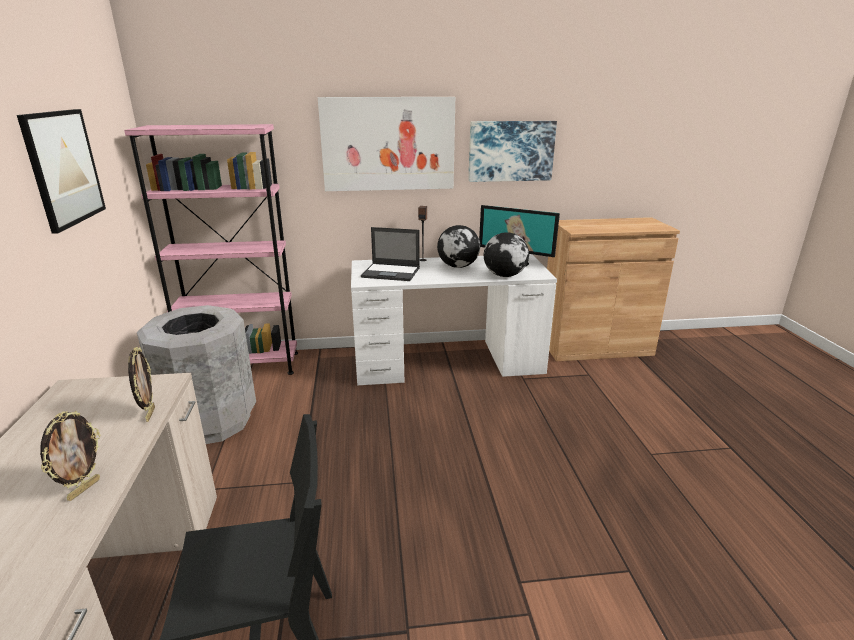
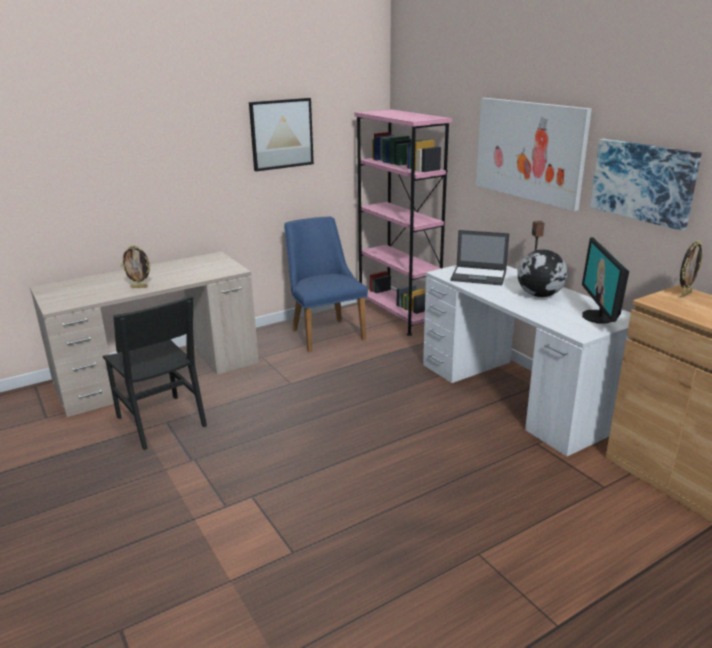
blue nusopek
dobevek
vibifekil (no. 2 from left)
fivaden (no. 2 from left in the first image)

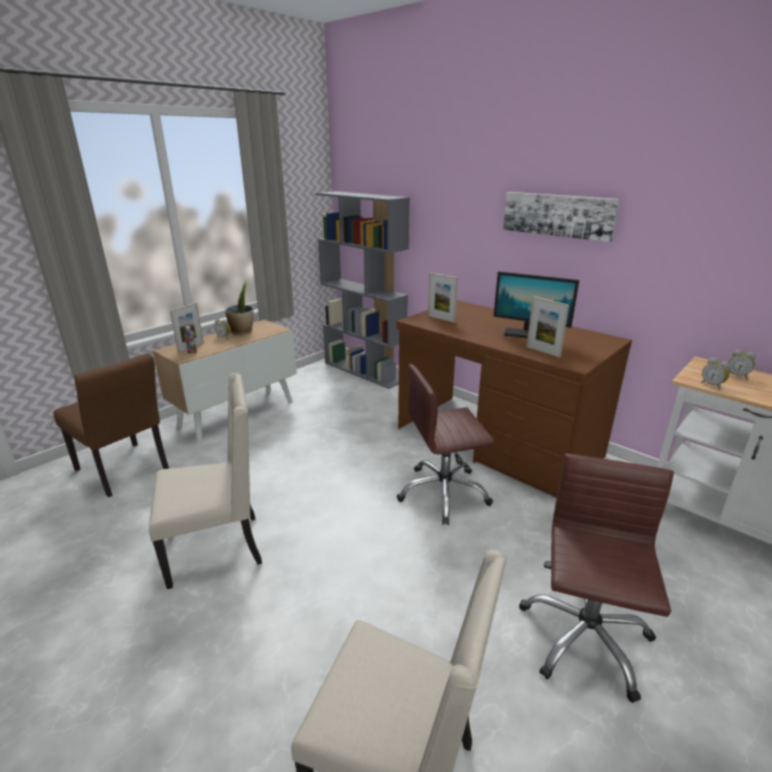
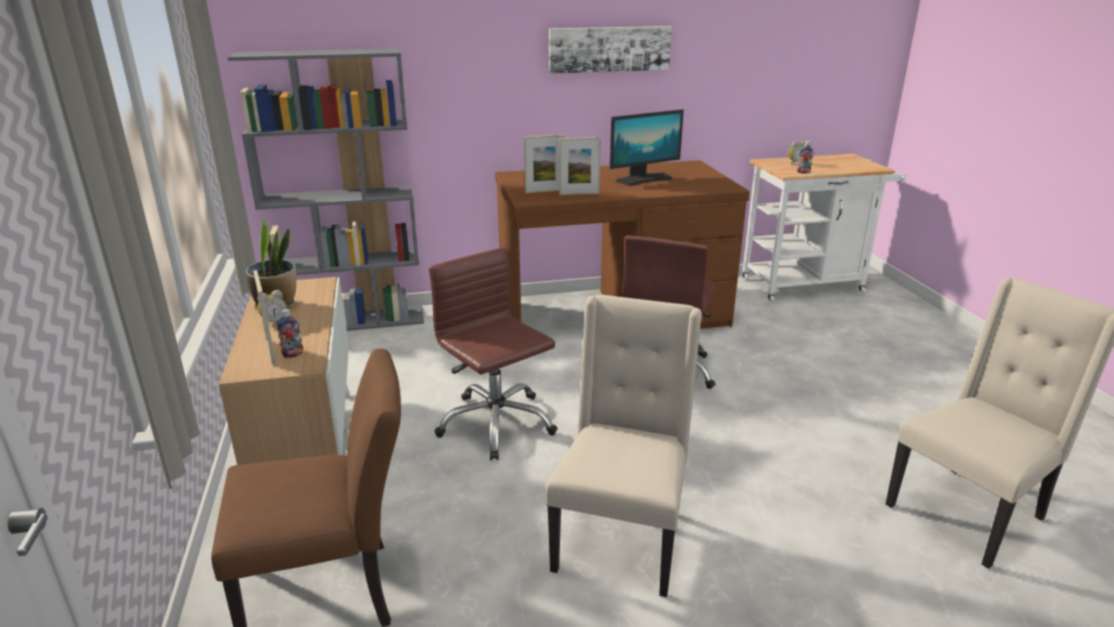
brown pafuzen (no. 1 from left)
vibifekil (no. 3 from left)
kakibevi (no. 2 from left)

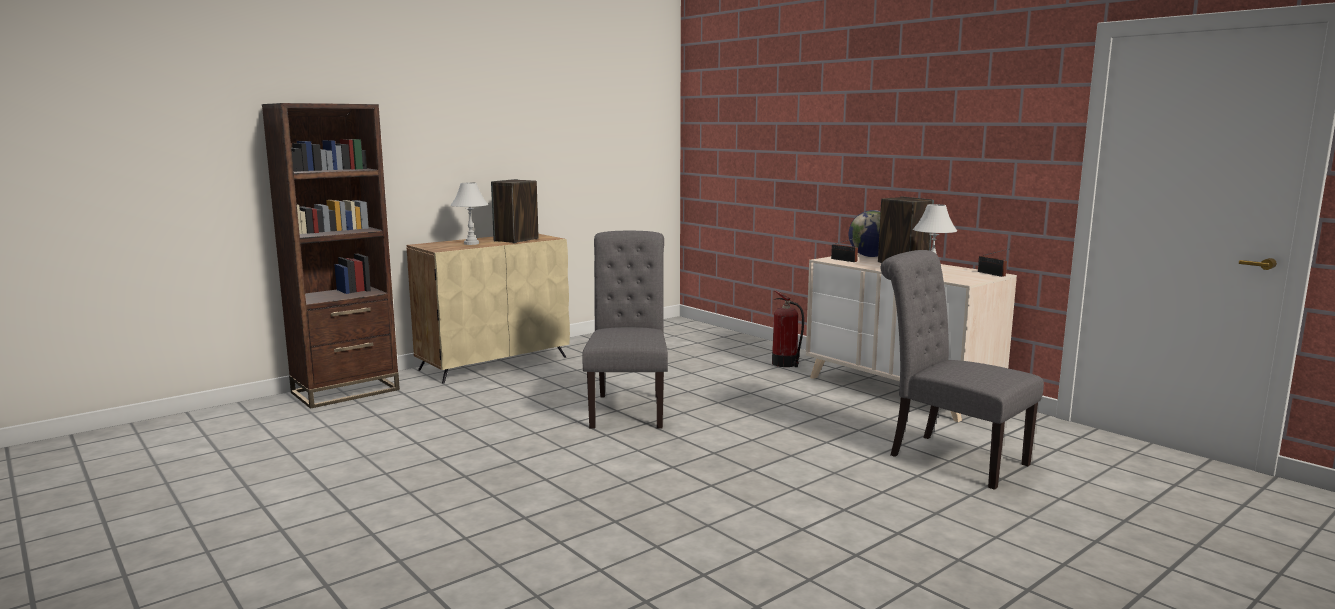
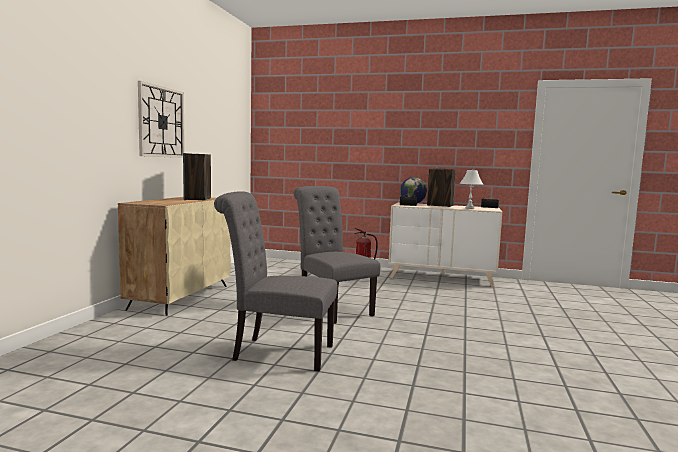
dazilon
grey nusopek (no. 1 from left)
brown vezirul
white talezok (no. 1 from left in the first image)

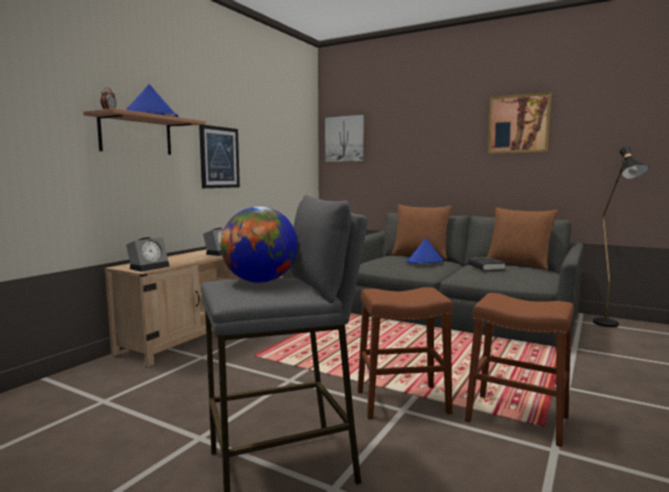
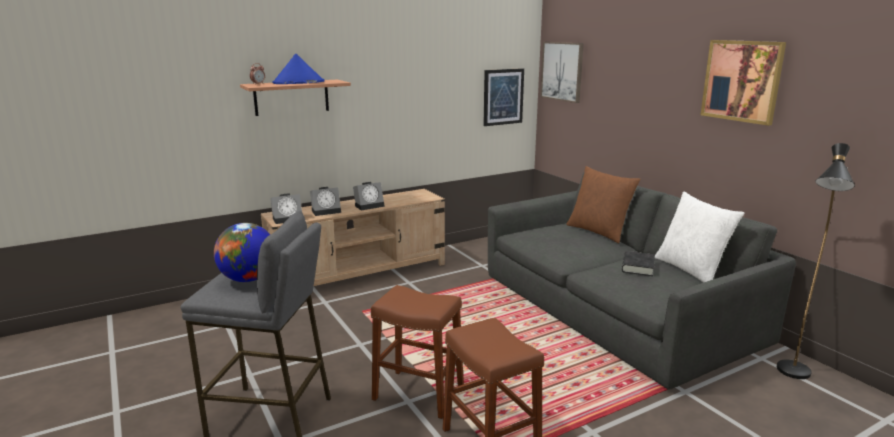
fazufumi (no. 3 from left)
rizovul (no. 1 from left)
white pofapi
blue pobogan (no. 2 from left in the first image)

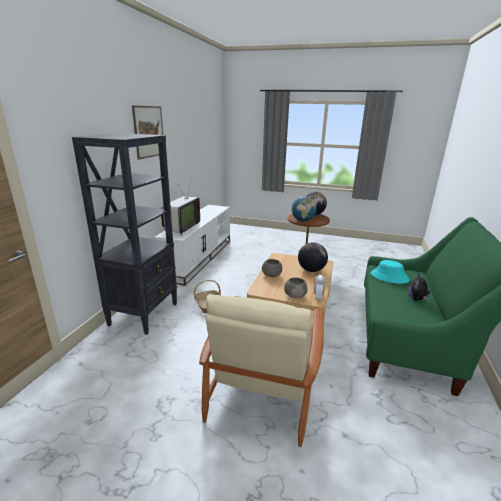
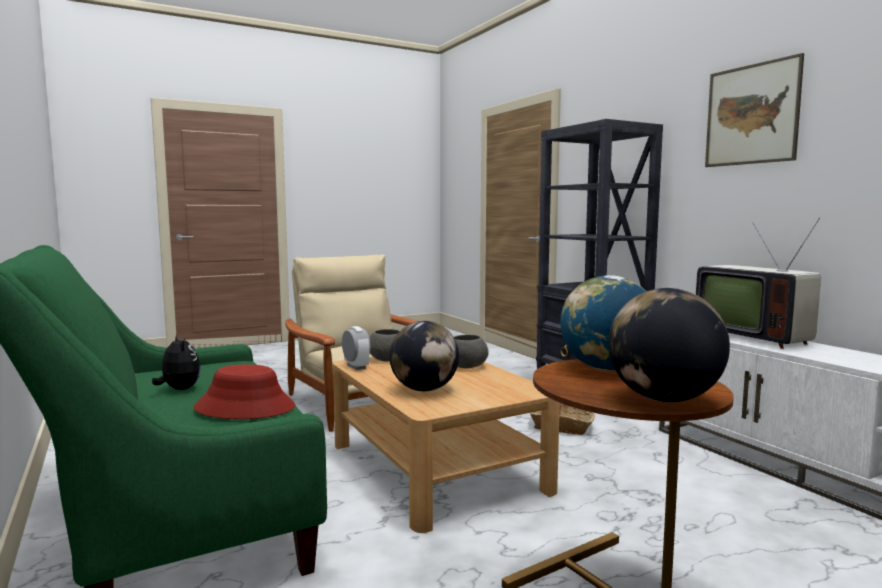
red pobogan

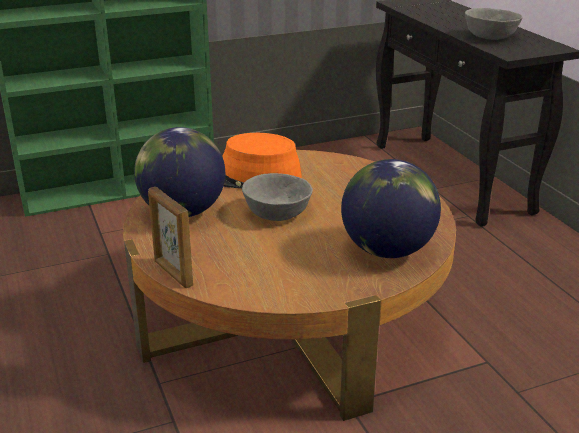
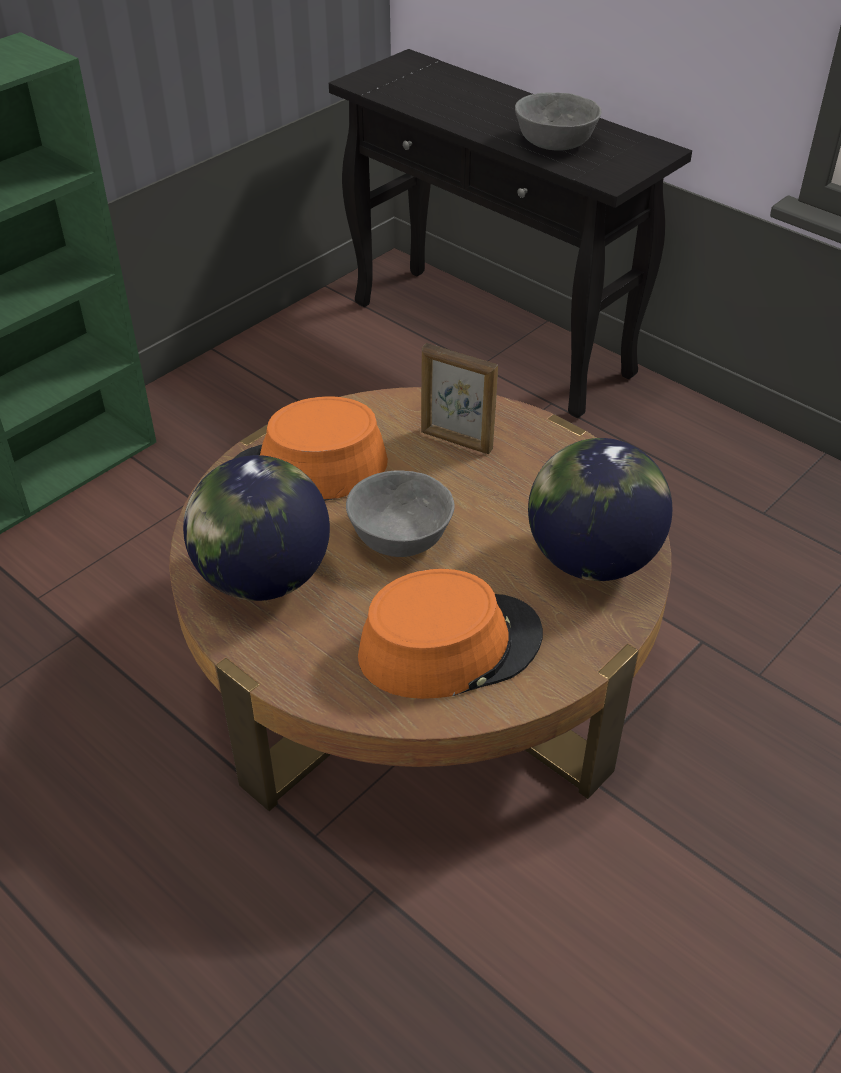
orange pobogan (no. 2 from left)
vibifekil

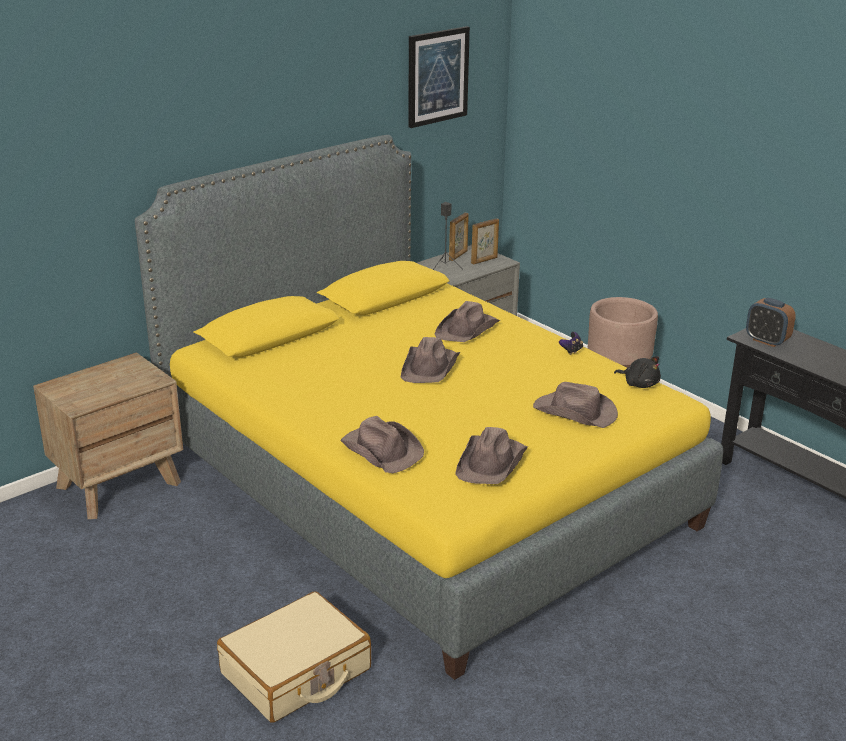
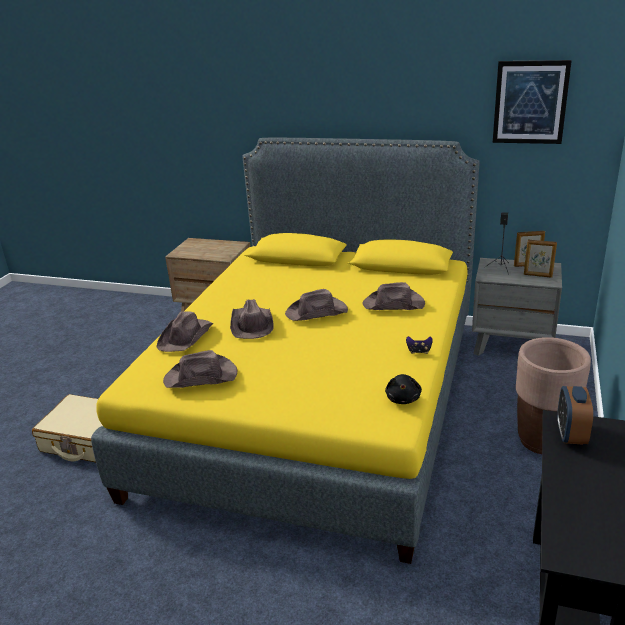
brown pobogan (no. 3 from left)

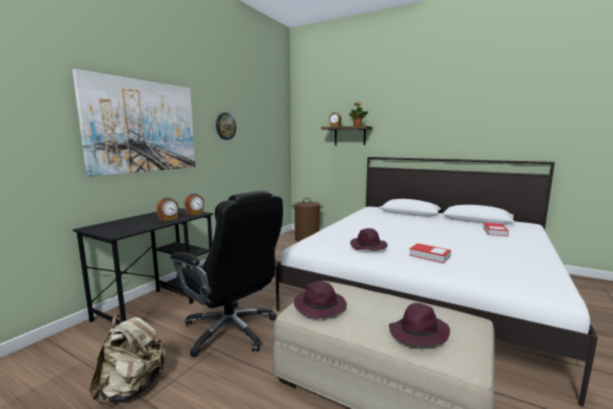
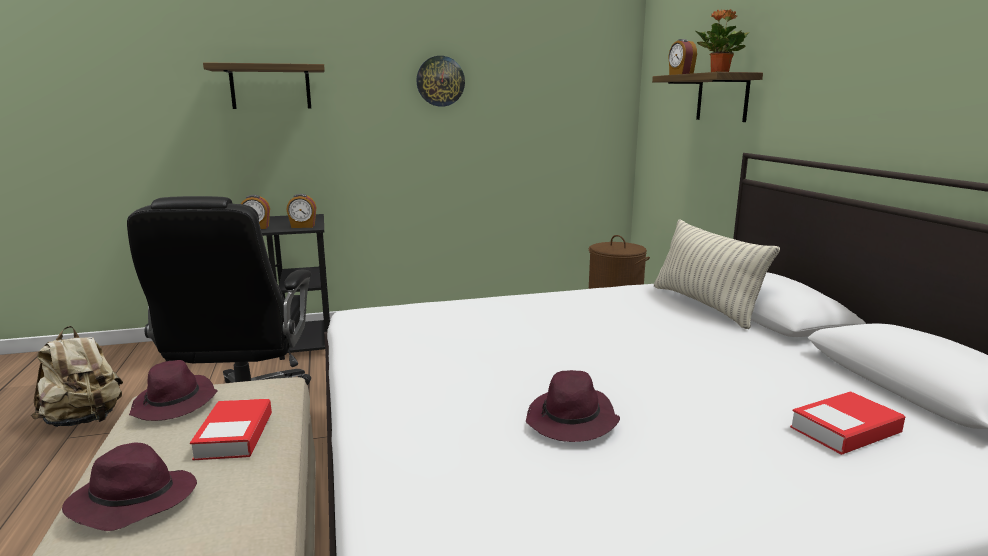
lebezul (no. 1 from left)
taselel (no. 1 from left)
purple pobogan (no. 3 from left)
pofapi

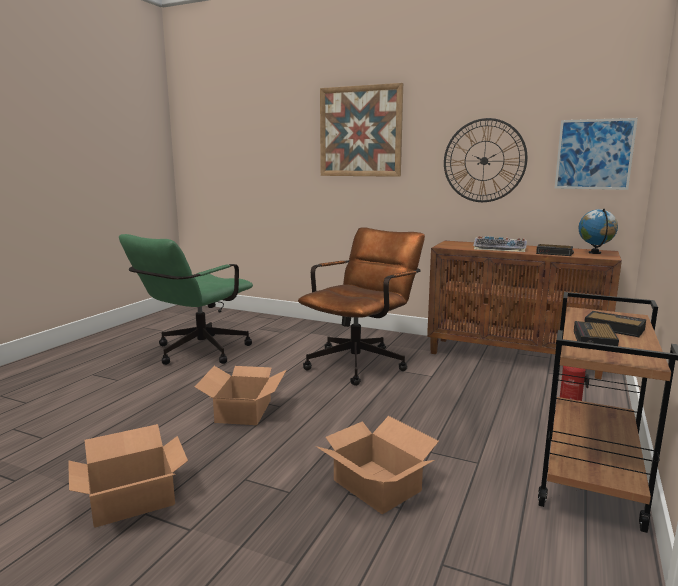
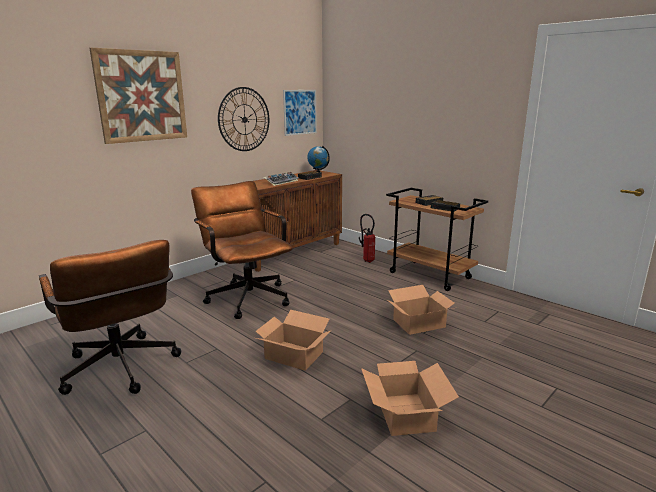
brown pafuzen (no. 1 from left)

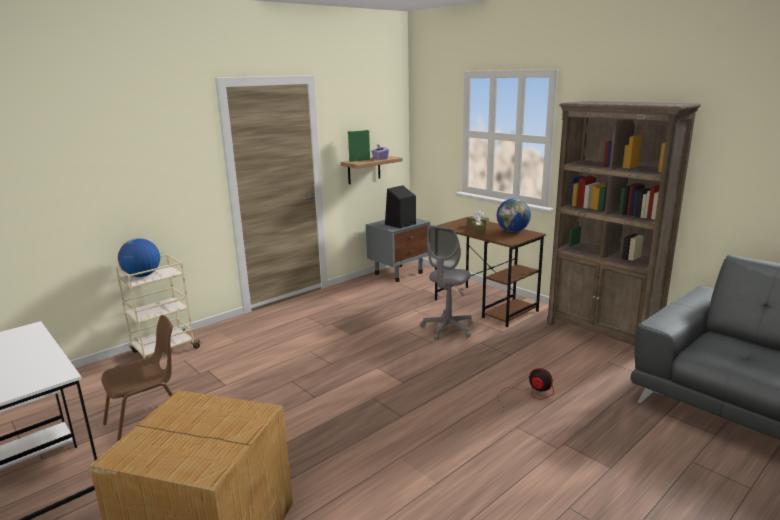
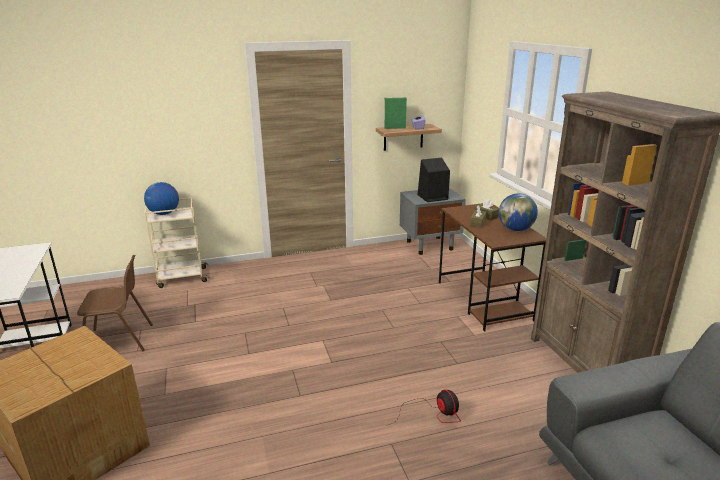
grey pafuzen

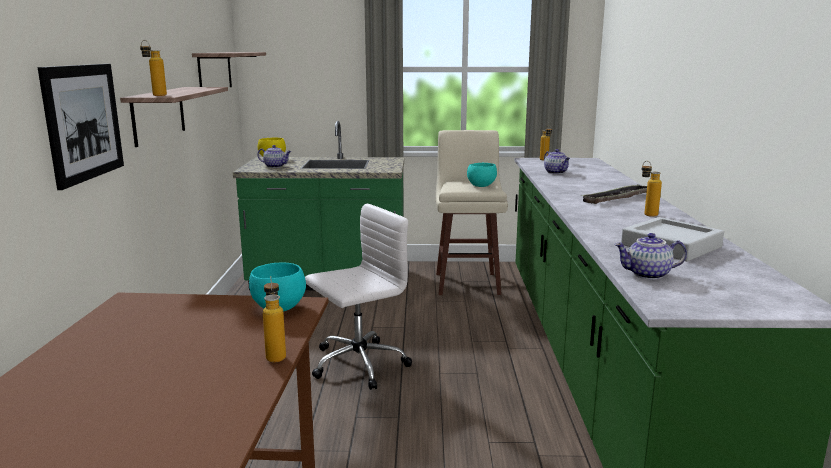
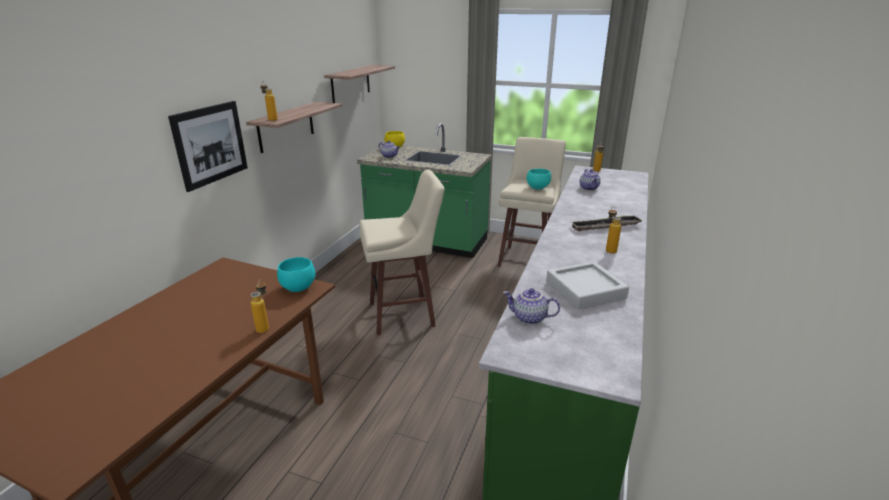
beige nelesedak (no. 1 from left)

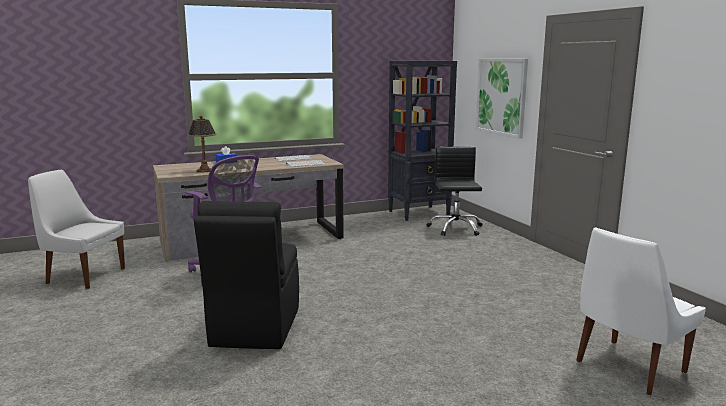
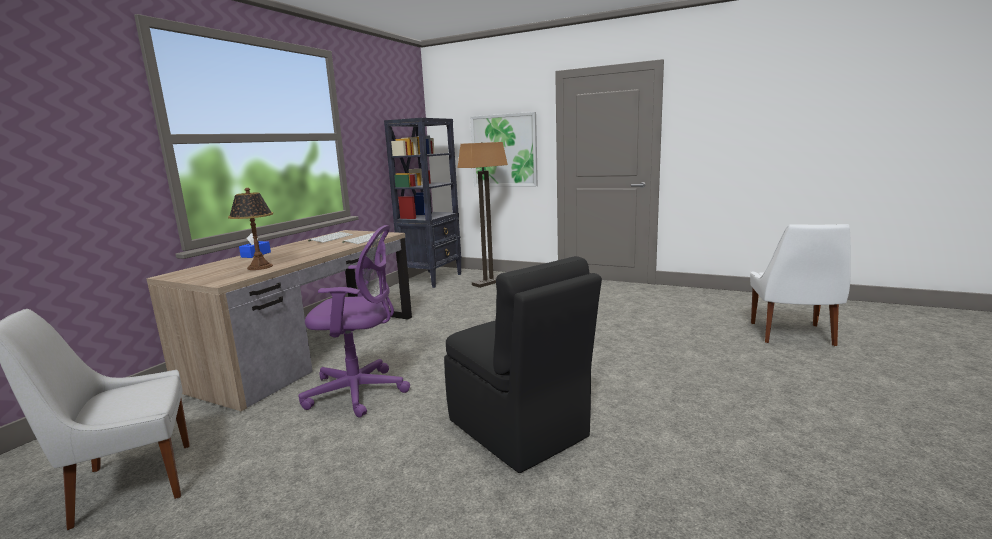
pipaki

